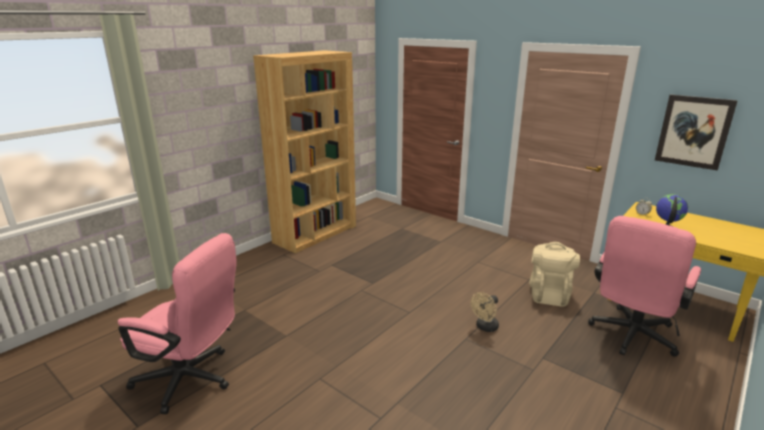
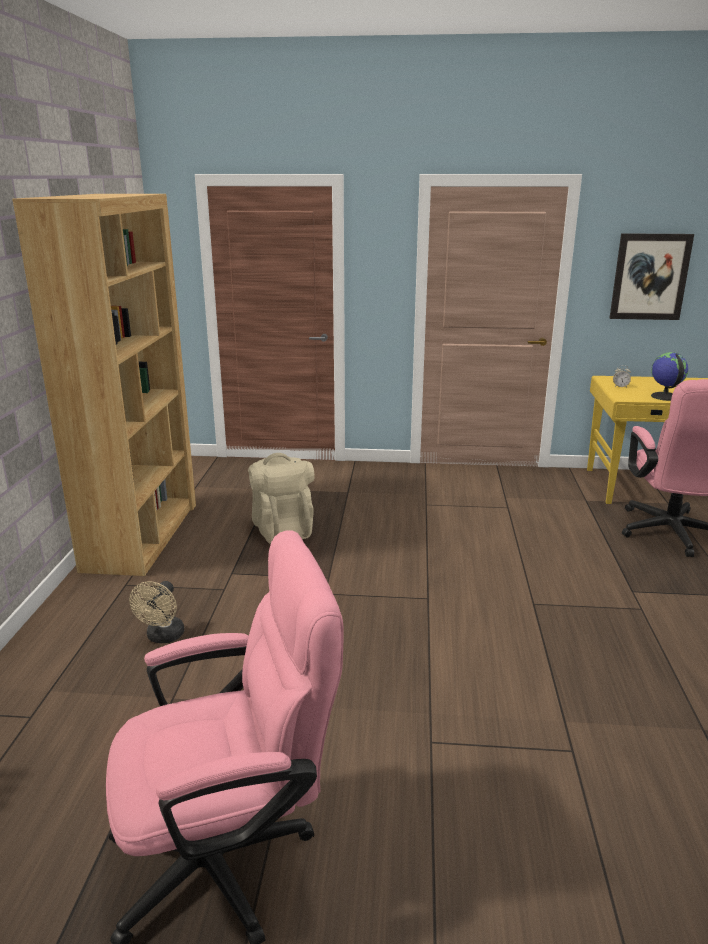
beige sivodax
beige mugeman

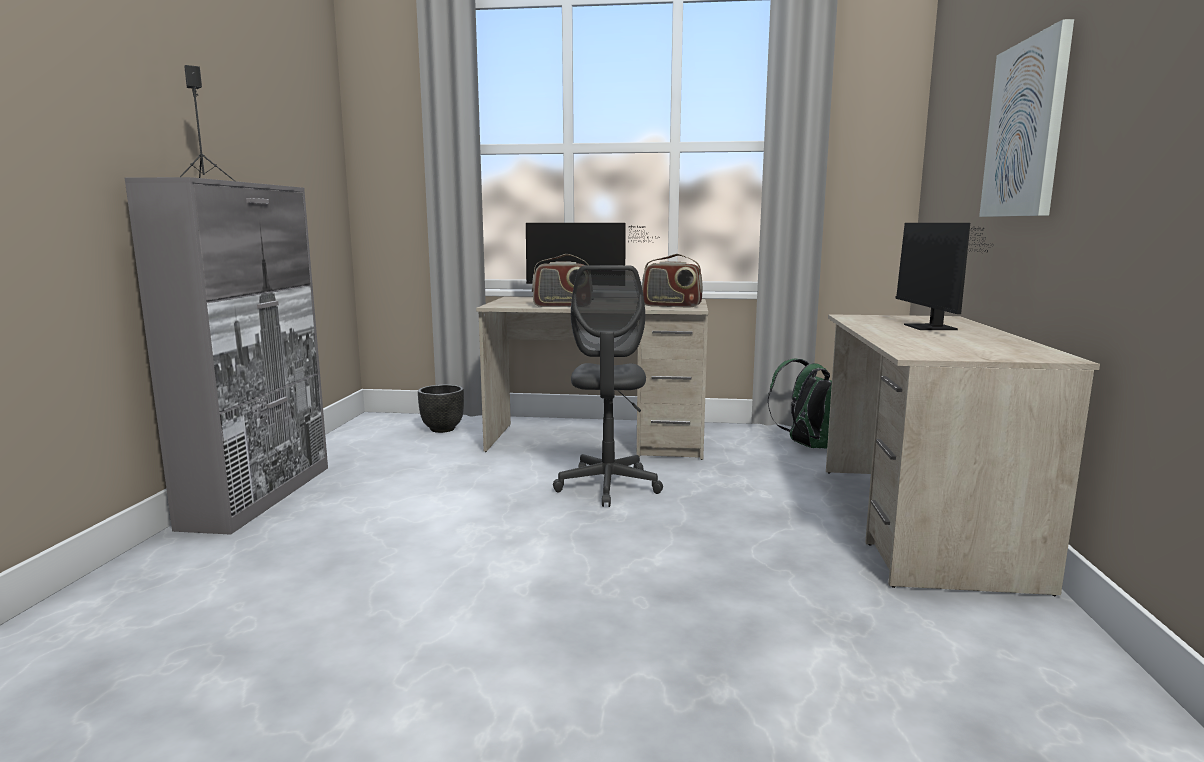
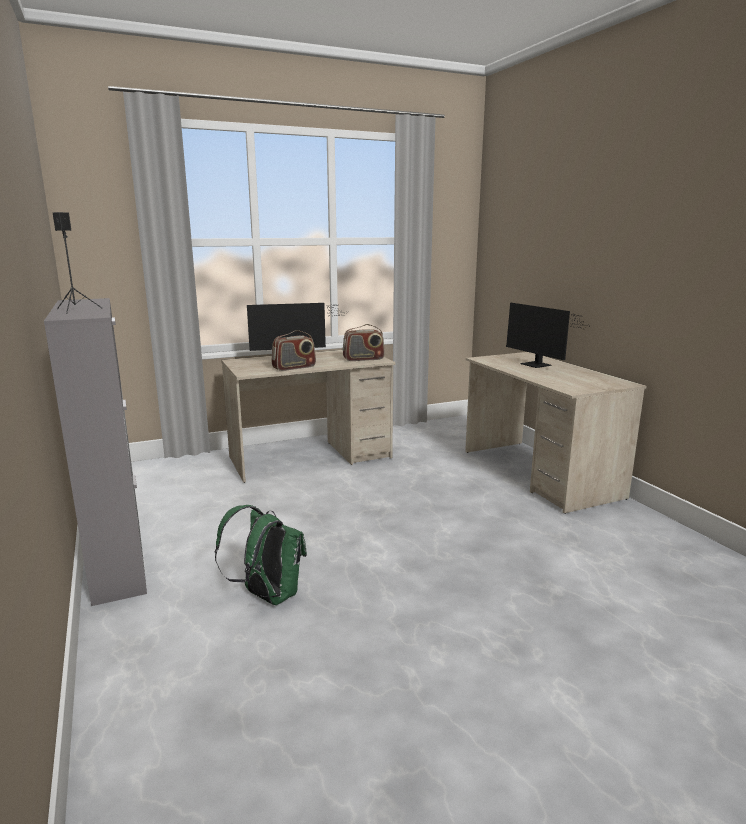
green mugeman
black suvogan
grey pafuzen
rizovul

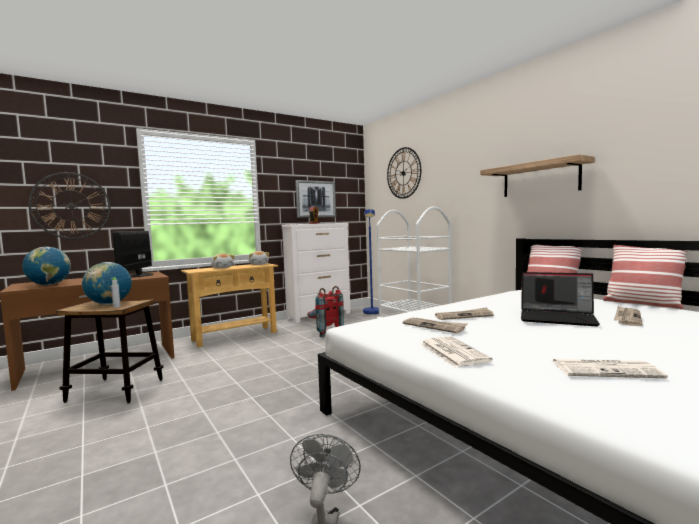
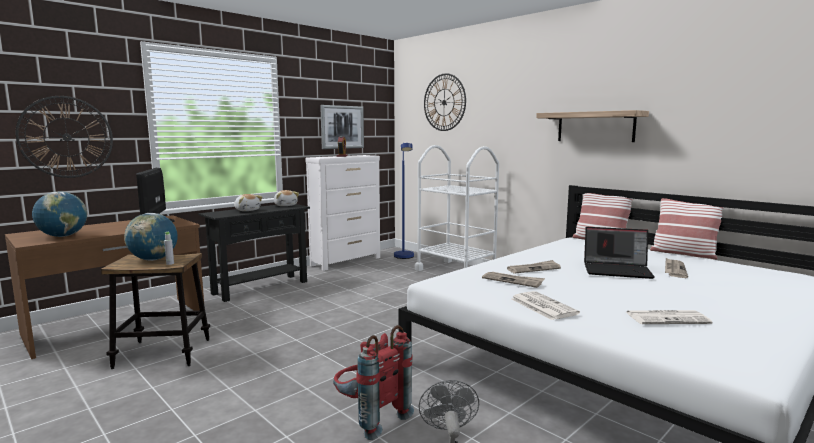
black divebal
red mugeman

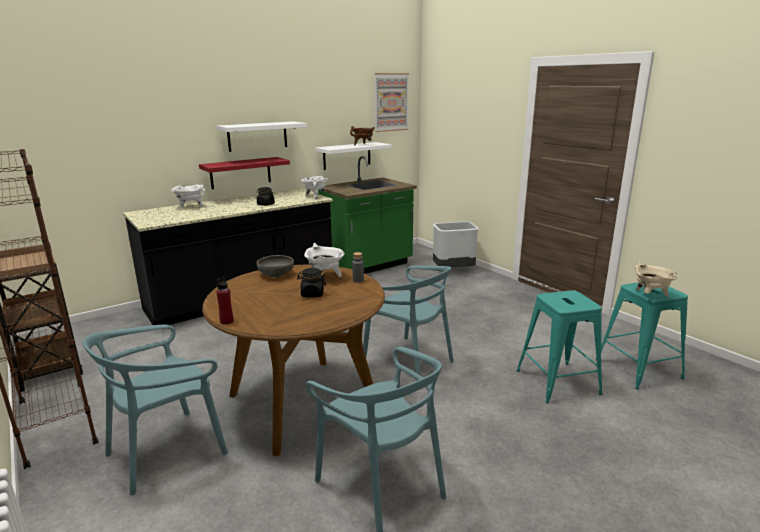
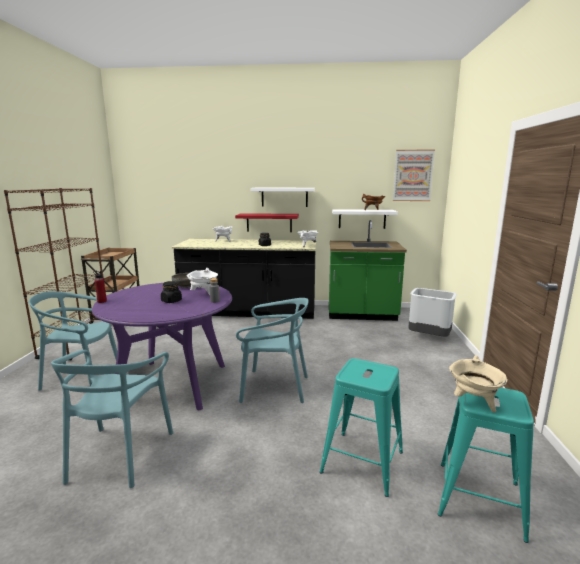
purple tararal
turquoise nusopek (no. 3 from left)

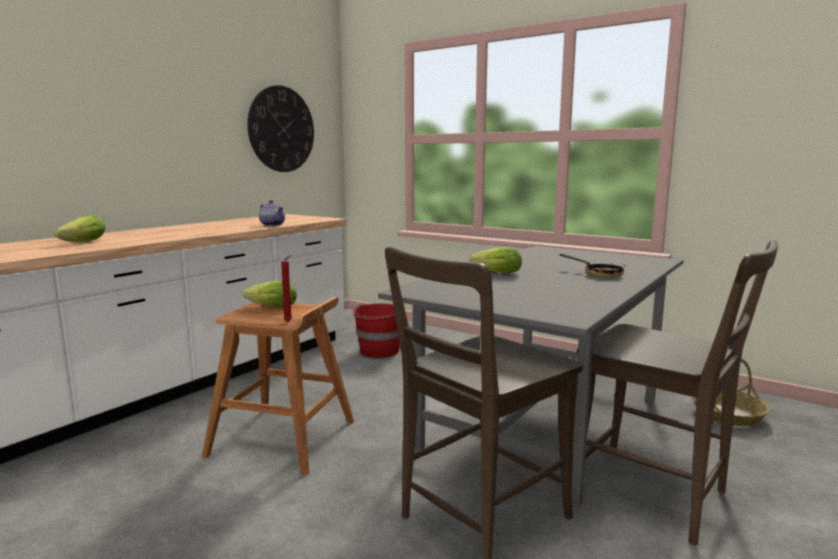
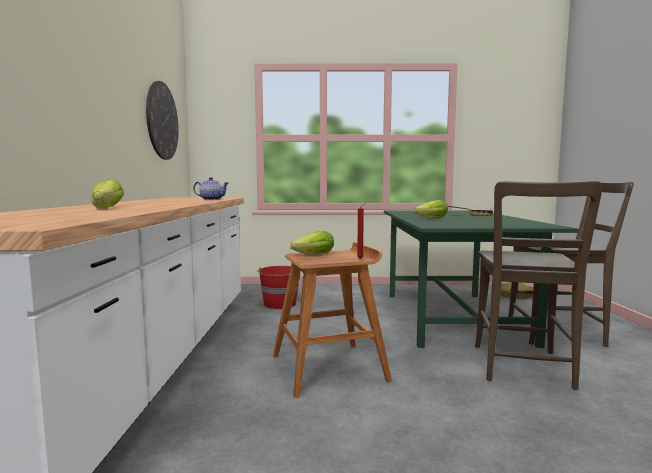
green tararal

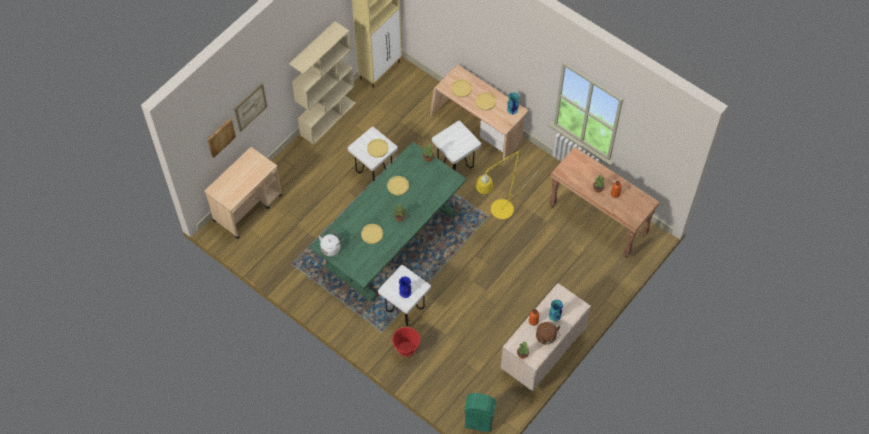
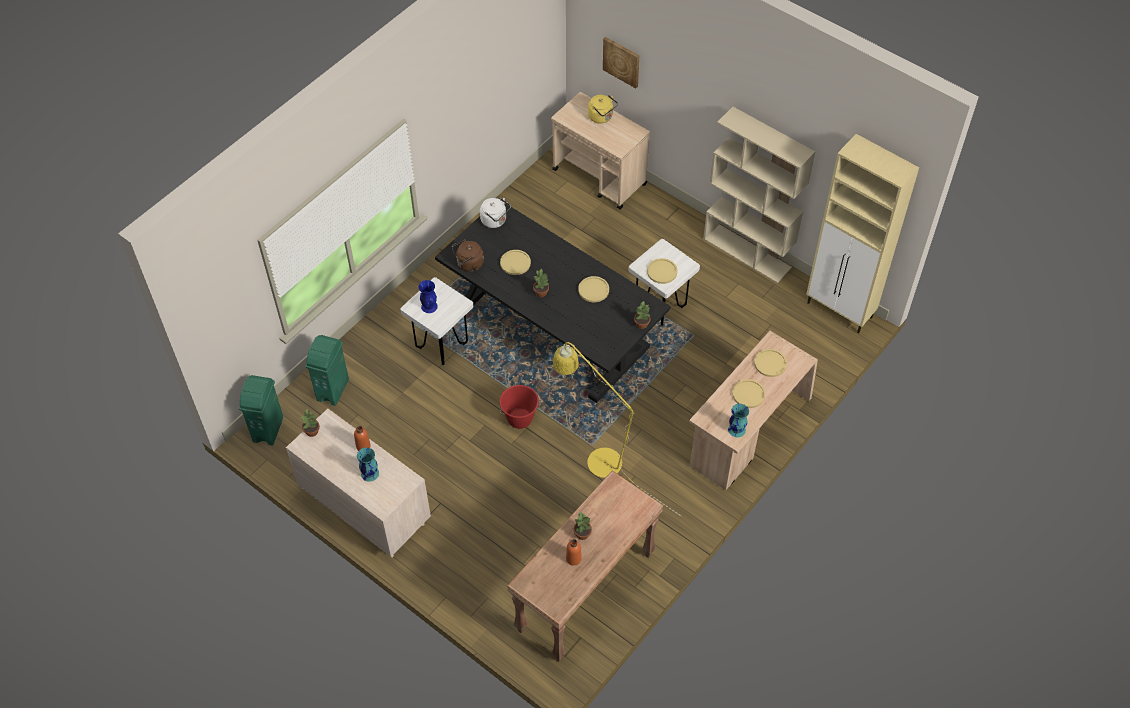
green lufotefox (no. 2 from left)
black tararal
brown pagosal
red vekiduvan
yellow pagosal
rizovul (no. 2 from left in the first image)
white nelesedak (no. 3 from left in the first image)

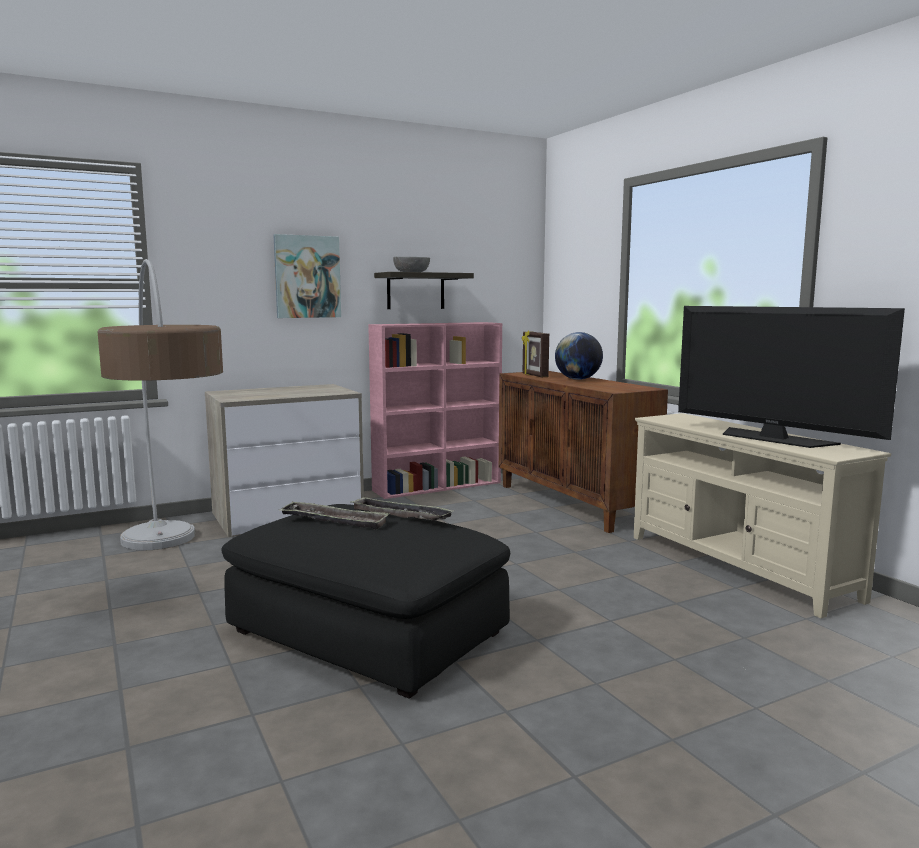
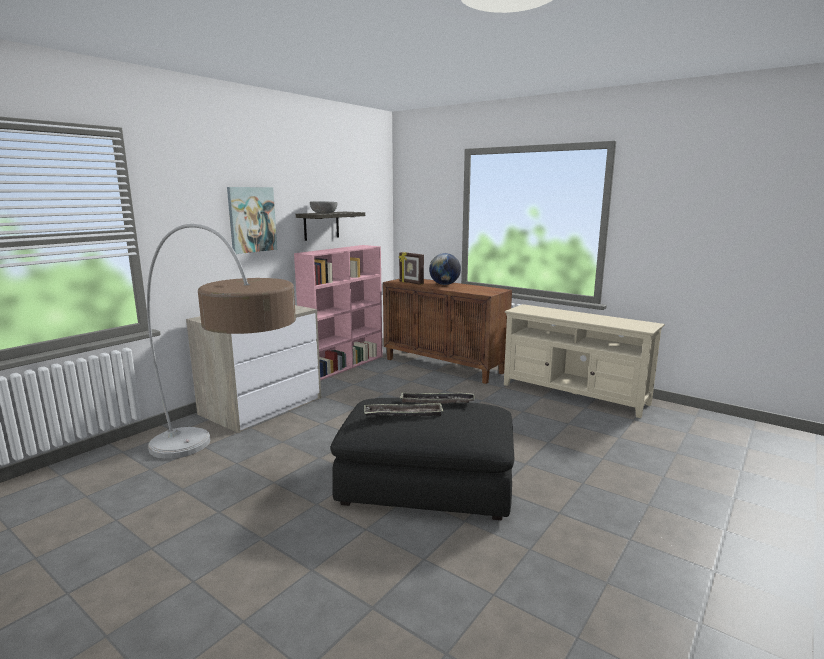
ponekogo

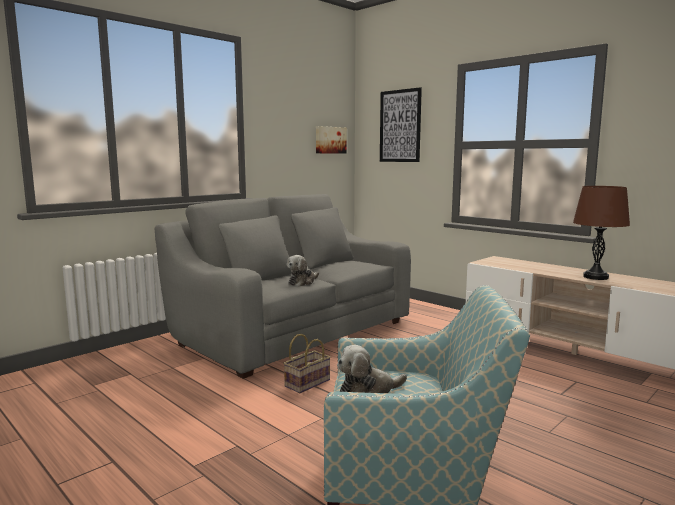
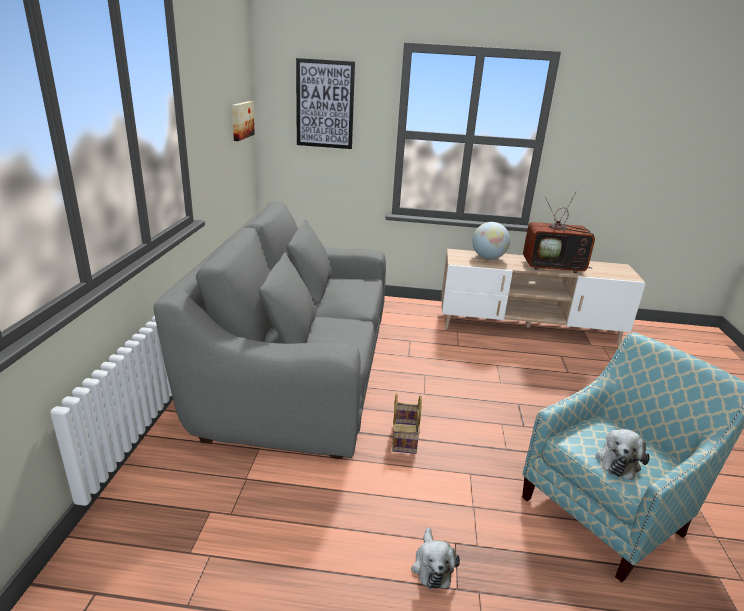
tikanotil (no. 1 from left)
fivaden
ponekogo

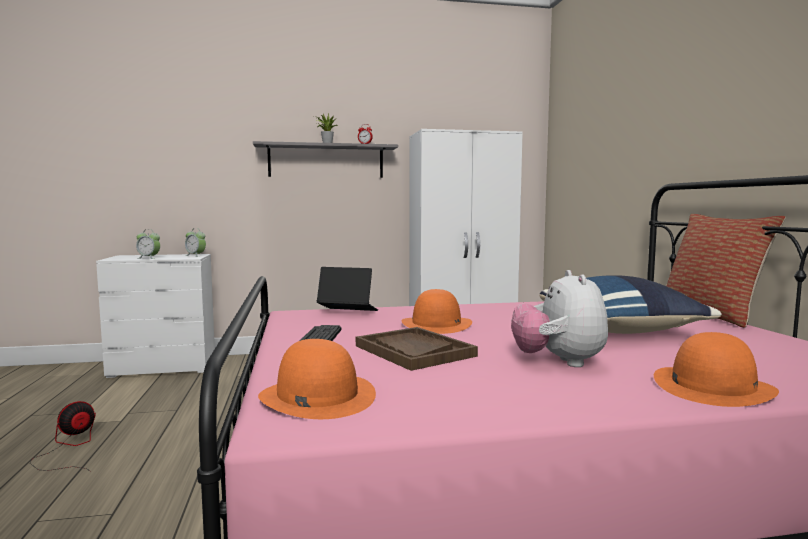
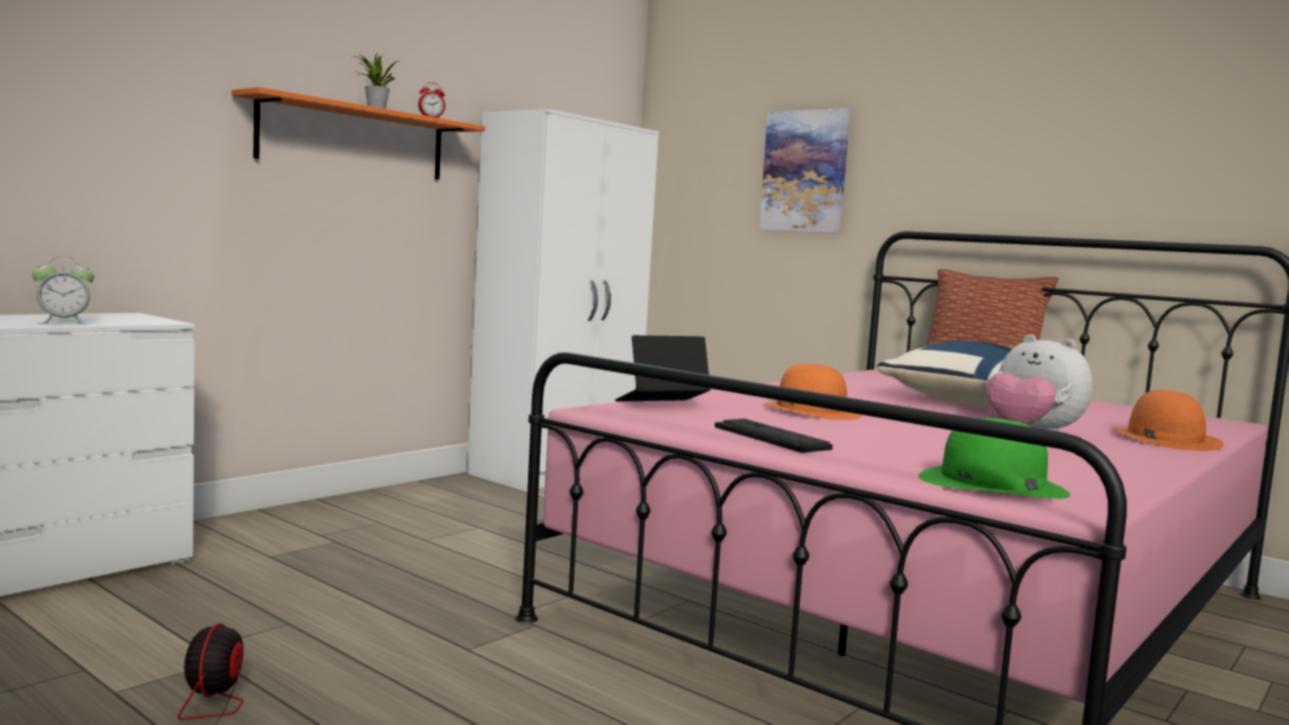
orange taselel
rizovul
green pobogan
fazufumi (no. 2 from left in the first image)
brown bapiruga

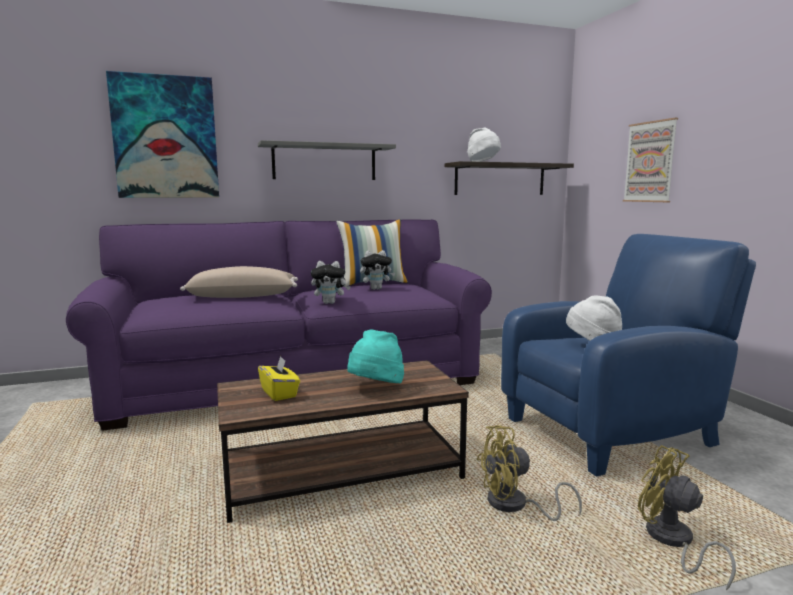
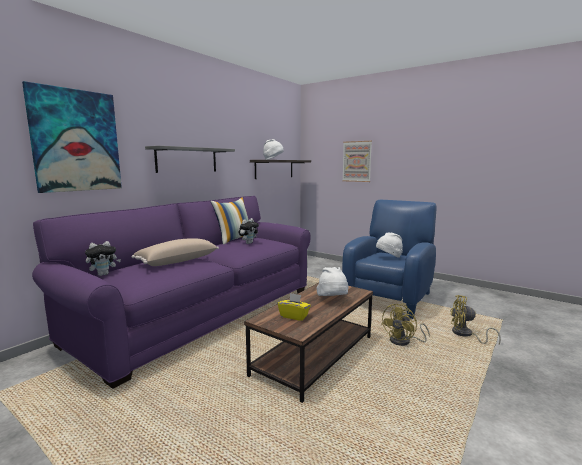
tikanotil (no. 1 from left)
white pobogan (no. 2 from left)

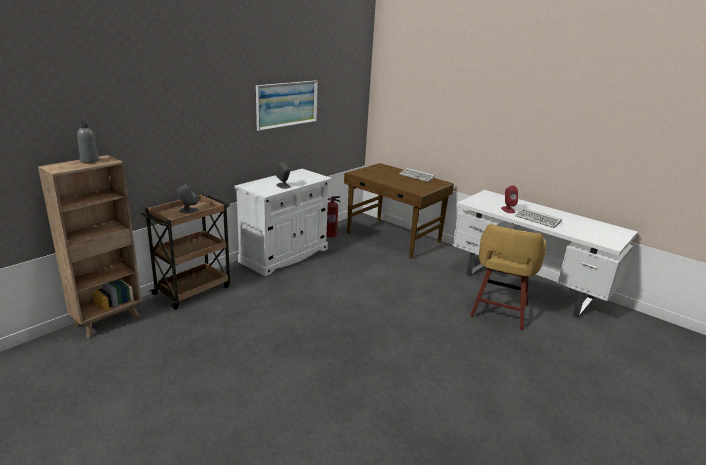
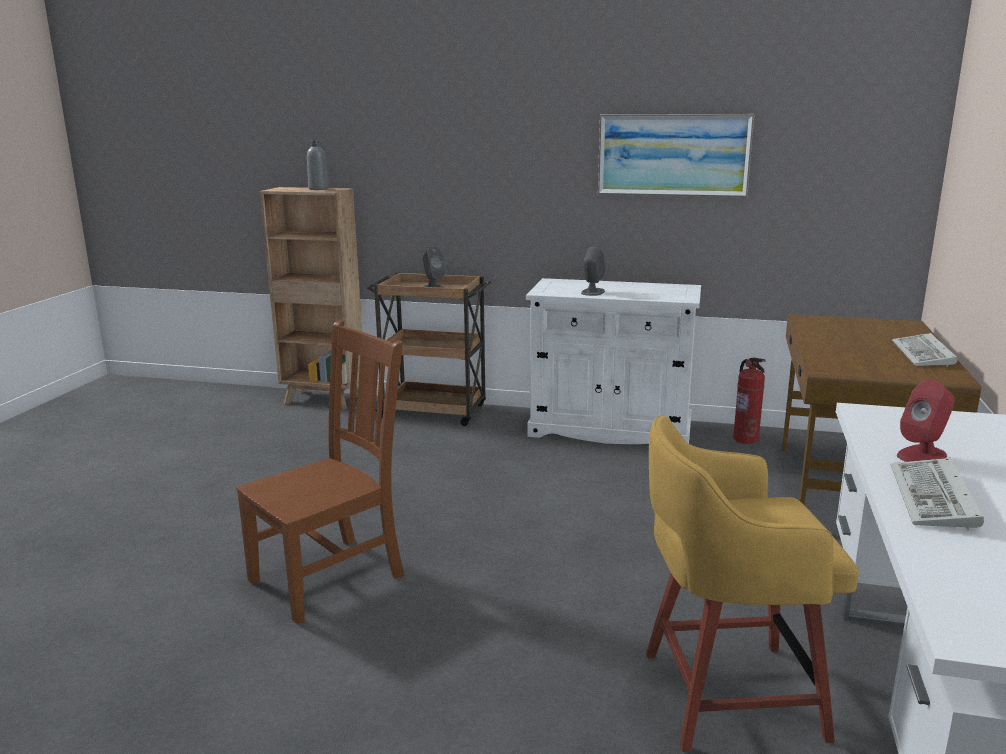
brown nusopek

